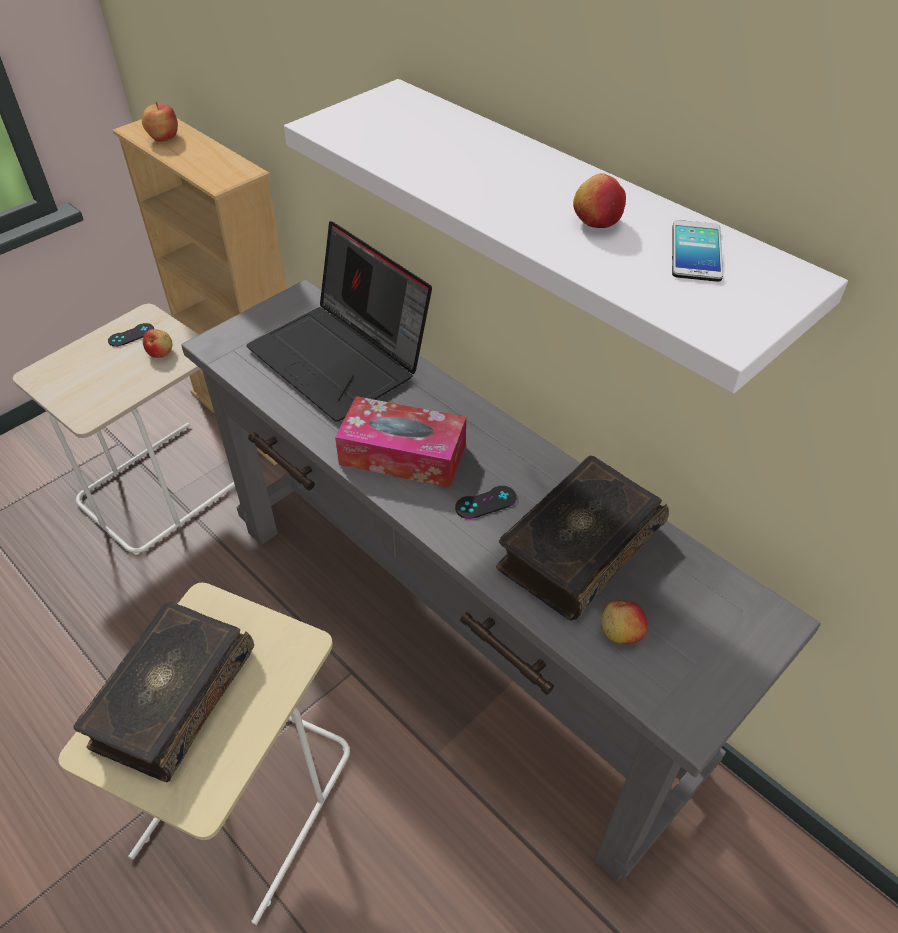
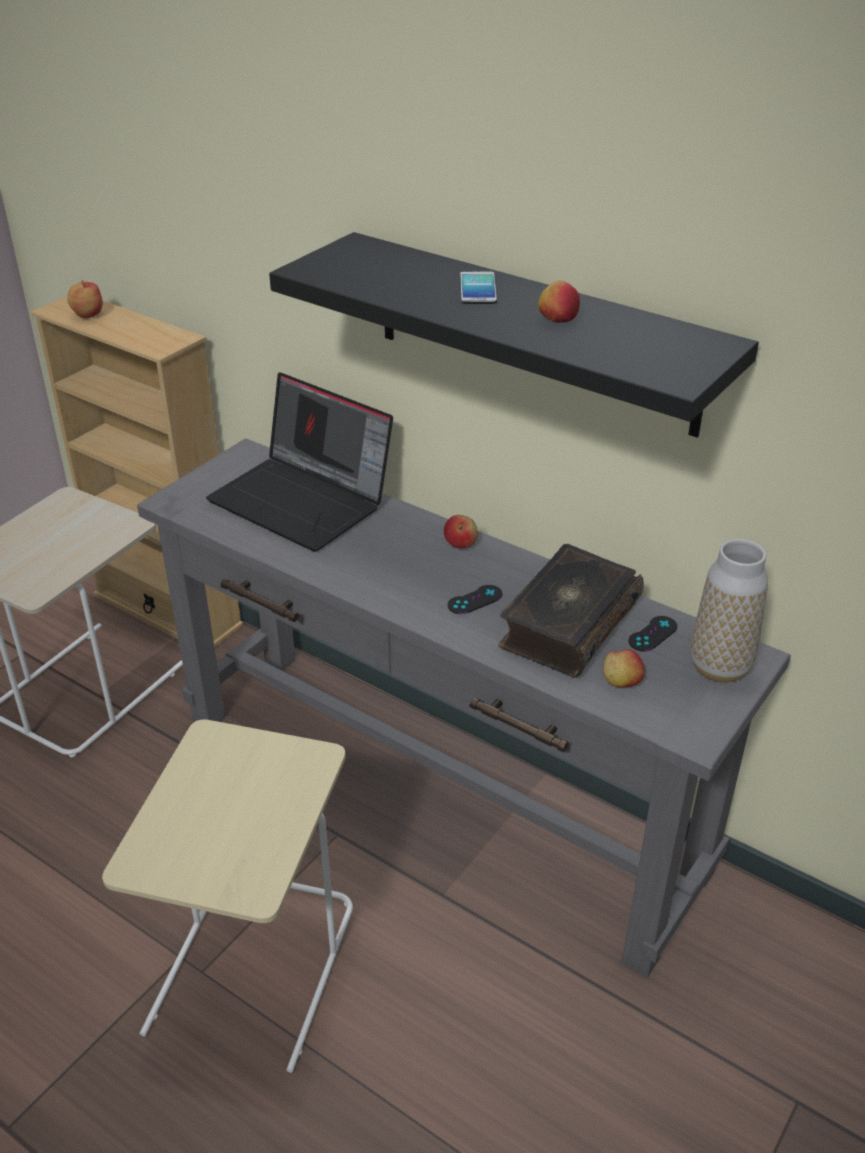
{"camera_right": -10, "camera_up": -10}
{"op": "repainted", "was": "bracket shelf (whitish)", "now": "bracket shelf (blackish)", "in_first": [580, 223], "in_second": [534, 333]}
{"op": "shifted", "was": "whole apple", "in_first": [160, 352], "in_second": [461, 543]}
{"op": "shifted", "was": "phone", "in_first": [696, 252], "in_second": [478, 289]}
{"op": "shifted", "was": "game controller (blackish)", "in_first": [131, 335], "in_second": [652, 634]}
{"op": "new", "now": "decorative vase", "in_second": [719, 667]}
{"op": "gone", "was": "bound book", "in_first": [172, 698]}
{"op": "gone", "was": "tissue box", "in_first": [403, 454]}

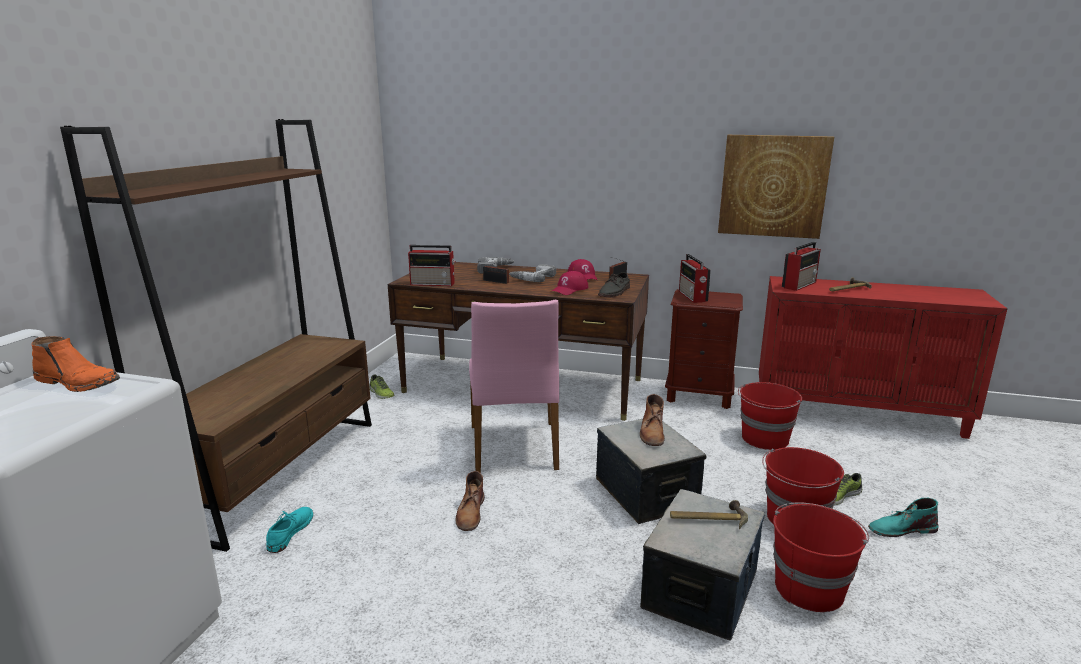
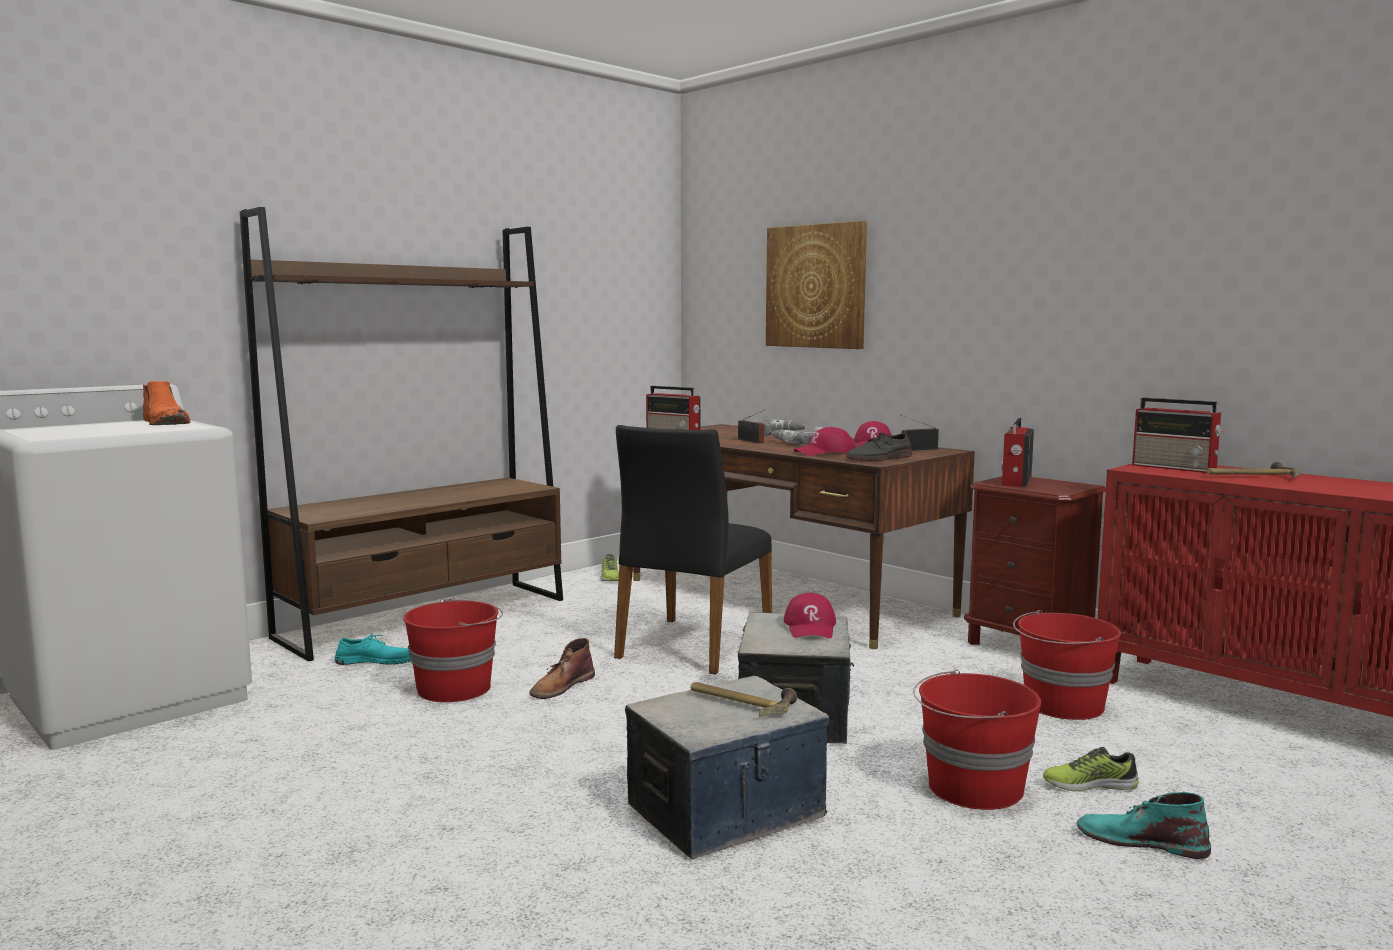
{"camera_right": 30, "camera_up": -10}
{"op": "rotated", "was": "shoe (turquoise)", "in_first": [290, 532], "in_second": [376, 661], "clockwise": 45}
{"op": "shifted", "was": "pail (red-coloured)", "in_first": [809, 587], "in_second": [456, 688]}
{"op": "repainted", "was": "plain chair (pinkish)", "now": "plain chair (blackish)", "in_first": [514, 447], "in_second": [692, 646]}
{"op": "shifted", "was": "picture", "in_first": [773, 186], "in_second": [816, 286]}
{"op": "swapped", "was": "high-top boot (brown)", "now": "baseball cap (red-coloured)", "in_first": [652, 432], "in_second": [811, 627]}
{"op": "rotated", "was": "radio receiver", "in_first": [800, 285], "in_second": [1176, 468], "clockwise": 60}

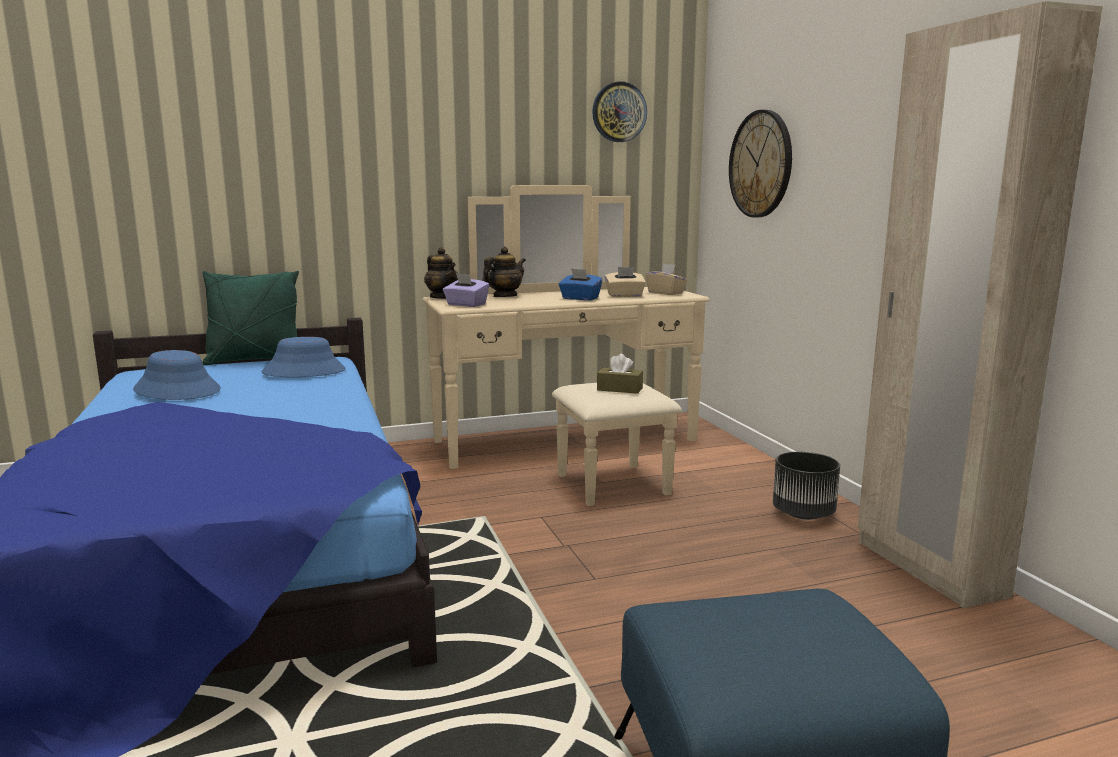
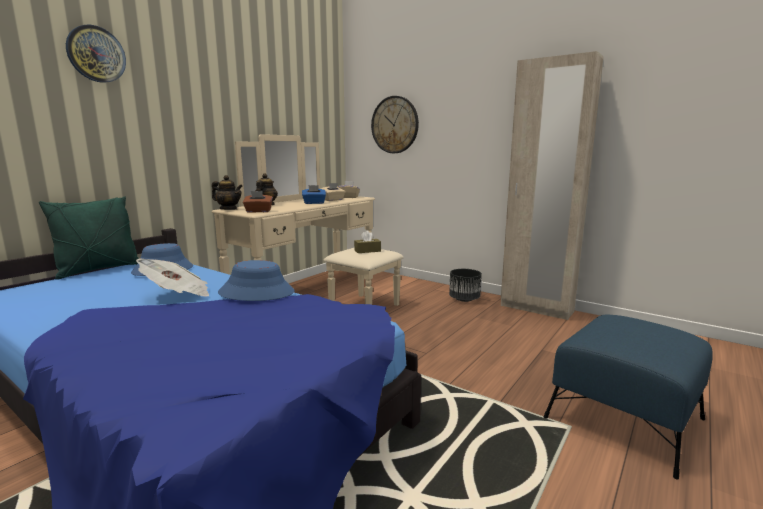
{"camera_right": -35, "camera_up": 0}
{"op": "shifted", "was": "wall clock", "in_first": [619, 112], "in_second": [96, 54]}
{"op": "new", "now": "newspaper", "in_second": [178, 294]}
{"op": "shifted", "was": "clothing hat (blue)", "in_first": [178, 390], "in_second": [257, 292]}
{"op": "repainted", "was": "tissue box (purplish)", "now": "tissue box (brown)", "in_first": [466, 305], "in_second": [258, 211]}

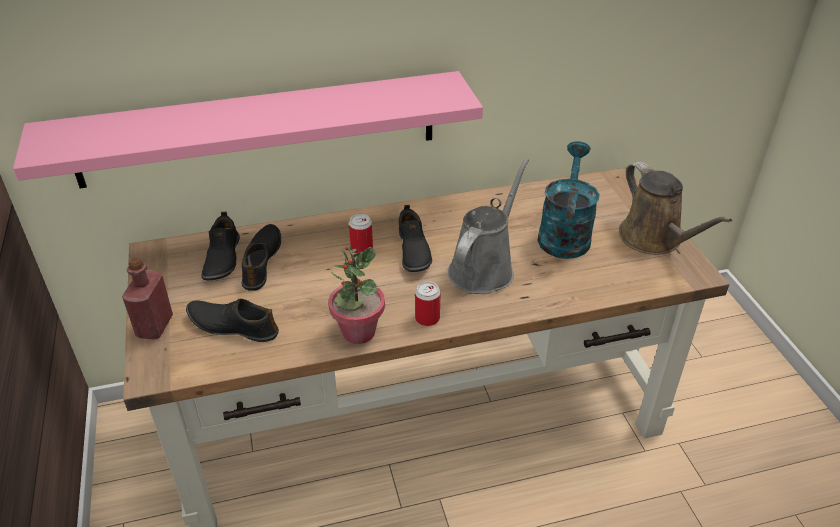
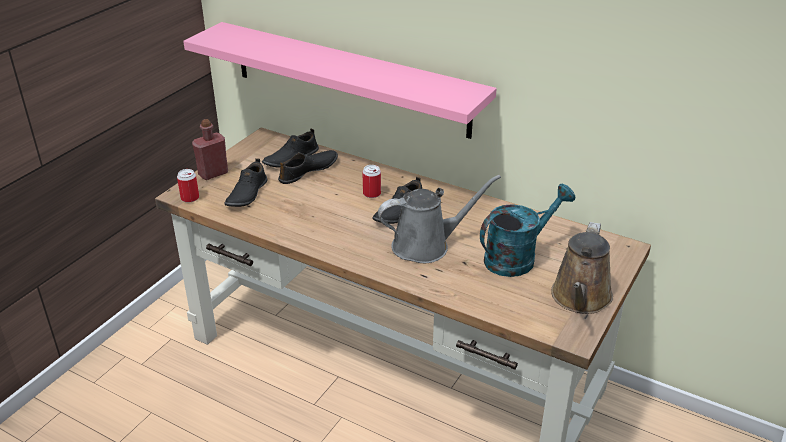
{"camera_right": 45, "camera_up": -5}
{"op": "shifted", "was": "sealed can", "in_first": [427, 318], "in_second": [190, 198]}
{"op": "rotated", "was": "shoe (blackish)", "in_first": [233, 325], "in_second": [246, 194], "clockwise": -135}
{"op": "gone", "was": "plant in a pot", "in_first": [358, 332]}

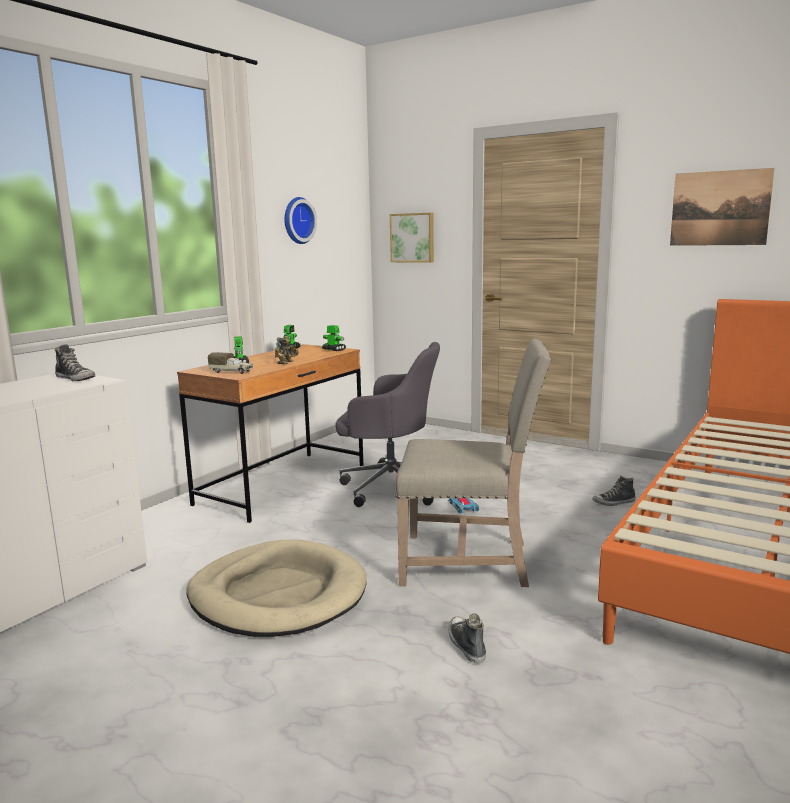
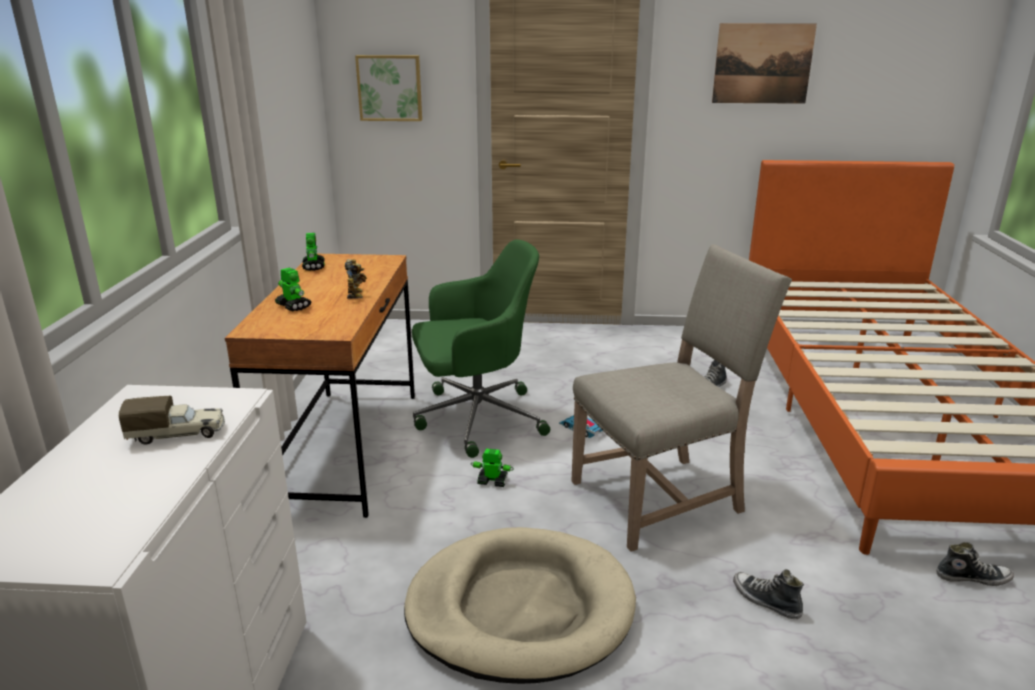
{"camera_right": -30, "camera_up": 10}
{"op": "shifted", "was": "toy truck", "in_first": [232, 372], "in_second": [178, 434]}
{"op": "repainted", "was": "office chair (greyish)", "now": "office chair (green-coloured)", "in_first": [390, 486], "in_second": [476, 419]}
{"op": "shifted", "was": "robot figure", "in_first": [333, 350], "in_second": [492, 481]}
{"op": "shifted", "was": "shoe", "in_first": [76, 379], "in_second": [972, 577]}
{"op": "gone", "was": "wall clock", "in_first": [297, 220]}

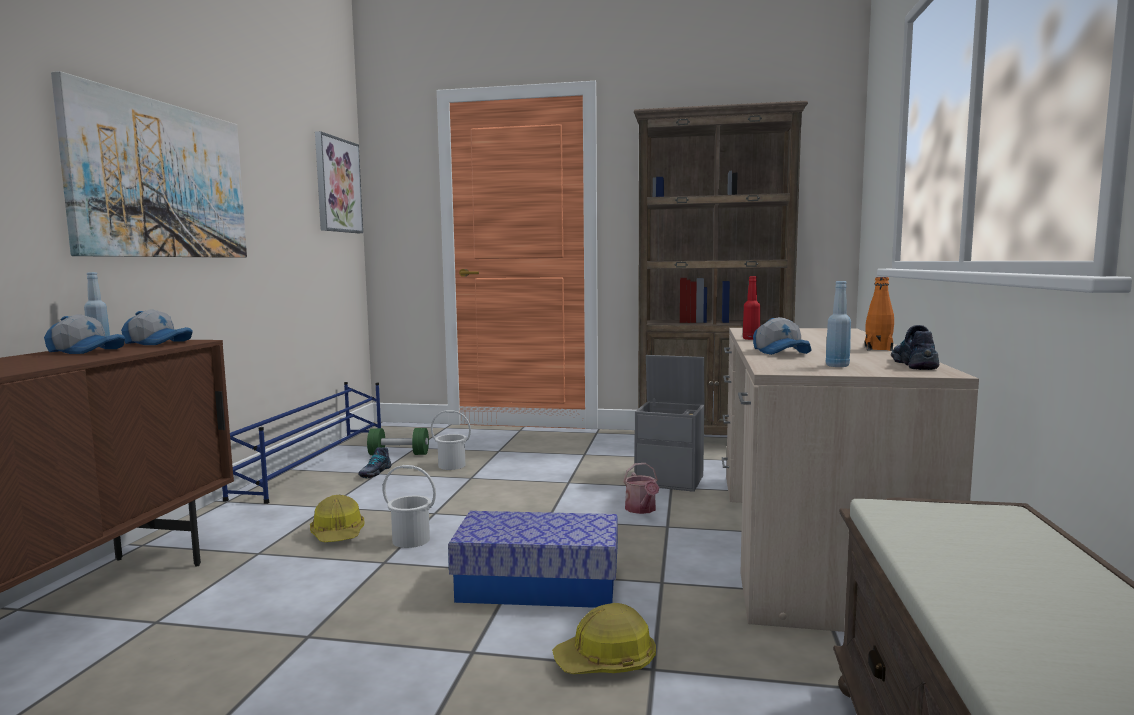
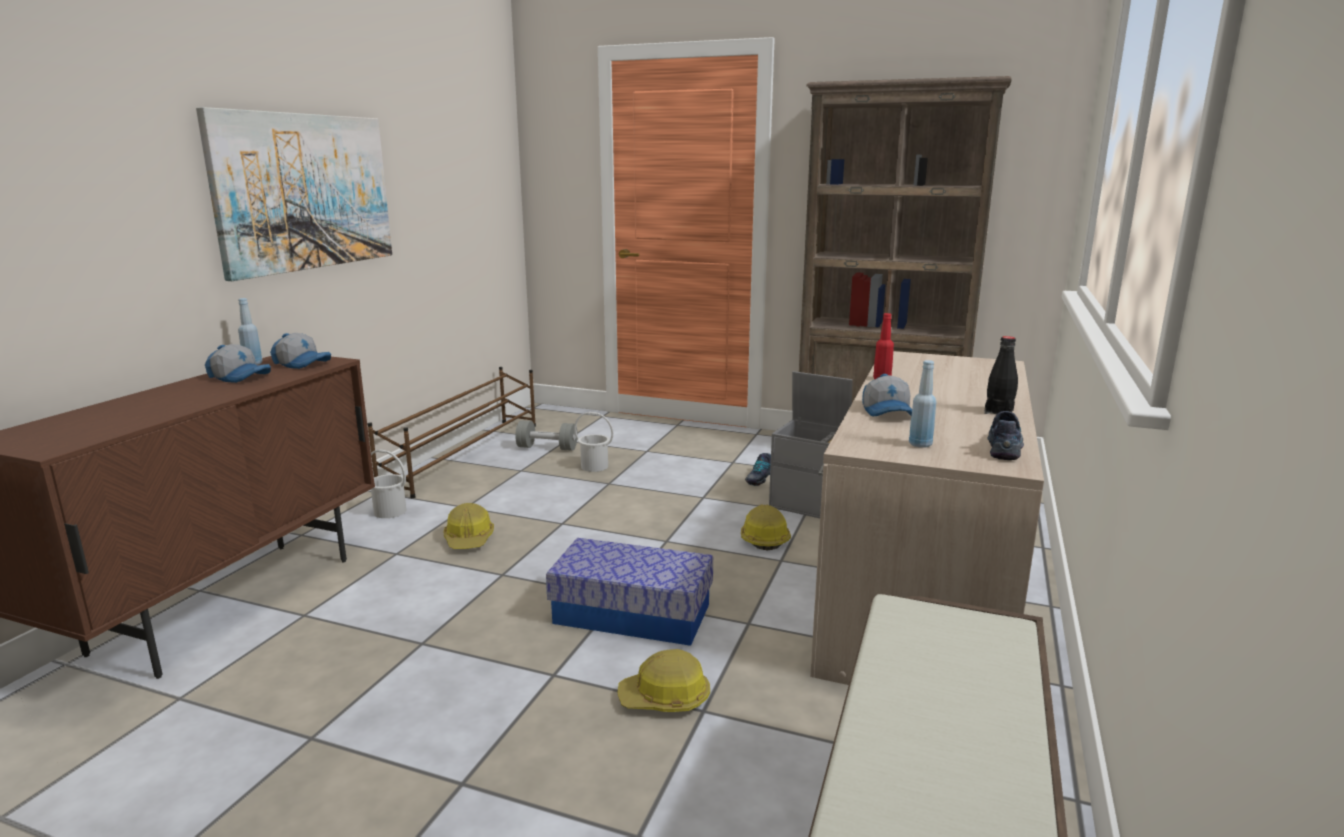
{"camera_right": 10, "camera_up": 10}
{"op": "repainted", "was": "shoe stand (blue)", "now": "shoe stand (brown)", "in_first": [315, 464], "in_second": [465, 455]}
{"op": "shifted", "was": "pail (whitish)", "in_first": [411, 540], "in_second": [390, 511]}
{"op": "repainted", "was": "hand weight (green-coloured)", "now": "hand weight (greyish)", "in_first": [399, 454], "in_second": [547, 448]}
{"op": "swapped", "was": "sprinkling can", "now": "hard hat", "in_first": [642, 510], "in_second": [764, 538]}
{"op": "shifted", "was": "shoe", "in_first": [374, 472], "in_second": [758, 478]}
{"op": "repainted", "was": "bottle (orange-coloured)", "now": "bottle (blackish)", "in_first": [878, 349], "in_second": [998, 412]}
{"op": "gone", "was": "picture", "in_first": [337, 185]}

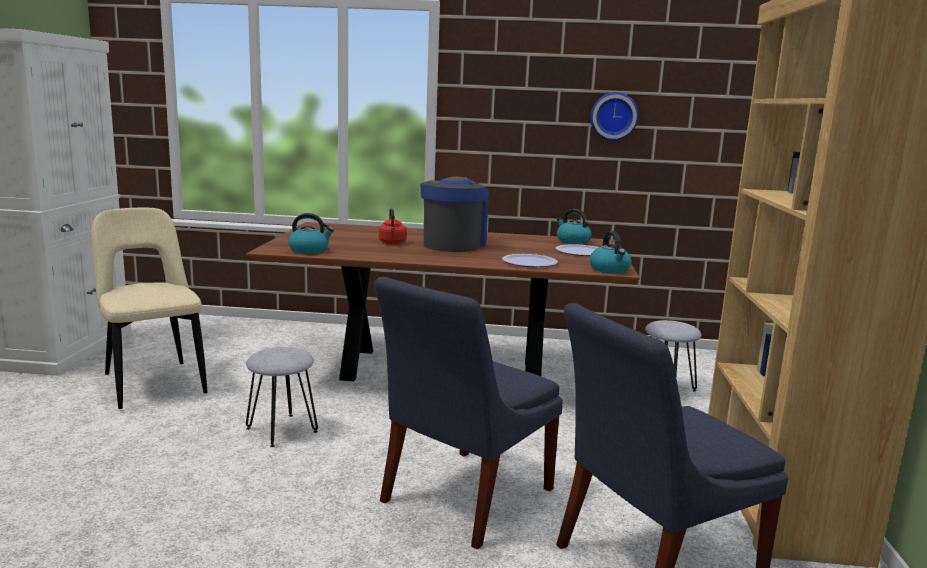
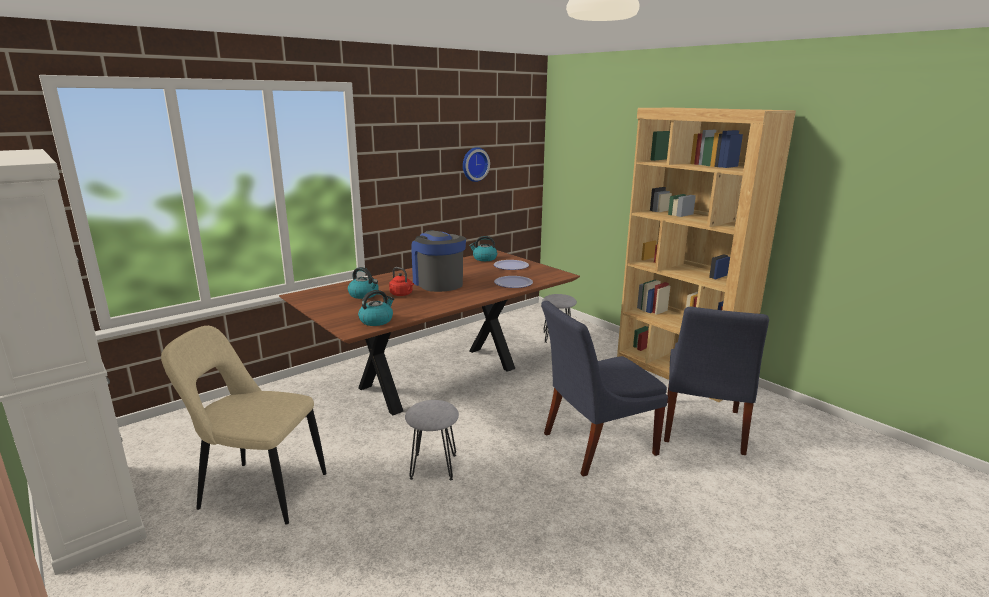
{"camera_right": -45, "camera_up": 5}
{"op": "shifted", "was": "kettle", "in_first": [610, 270], "in_second": [364, 295]}
{"op": "rotated", "was": "plain chair (blue)", "in_first": [462, 498], "in_second": [594, 444], "clockwise": 75}

